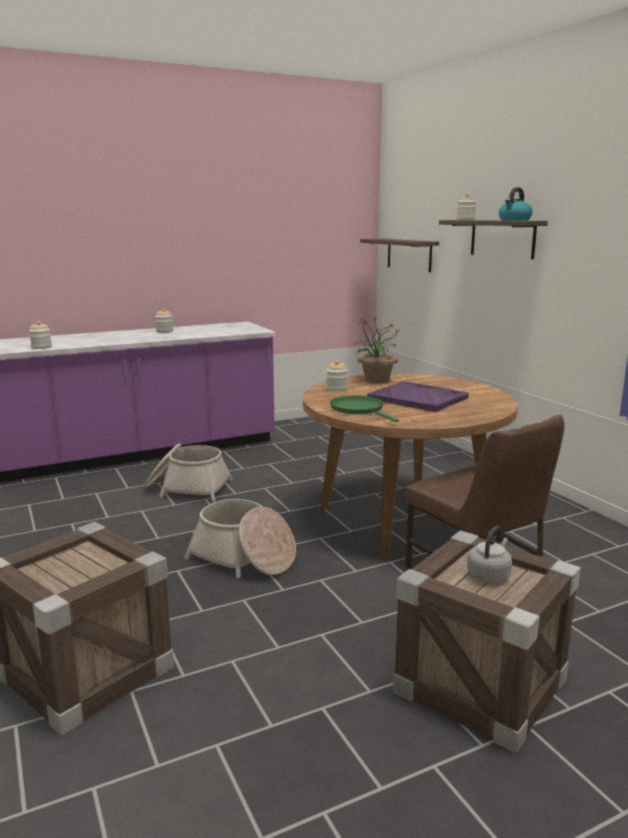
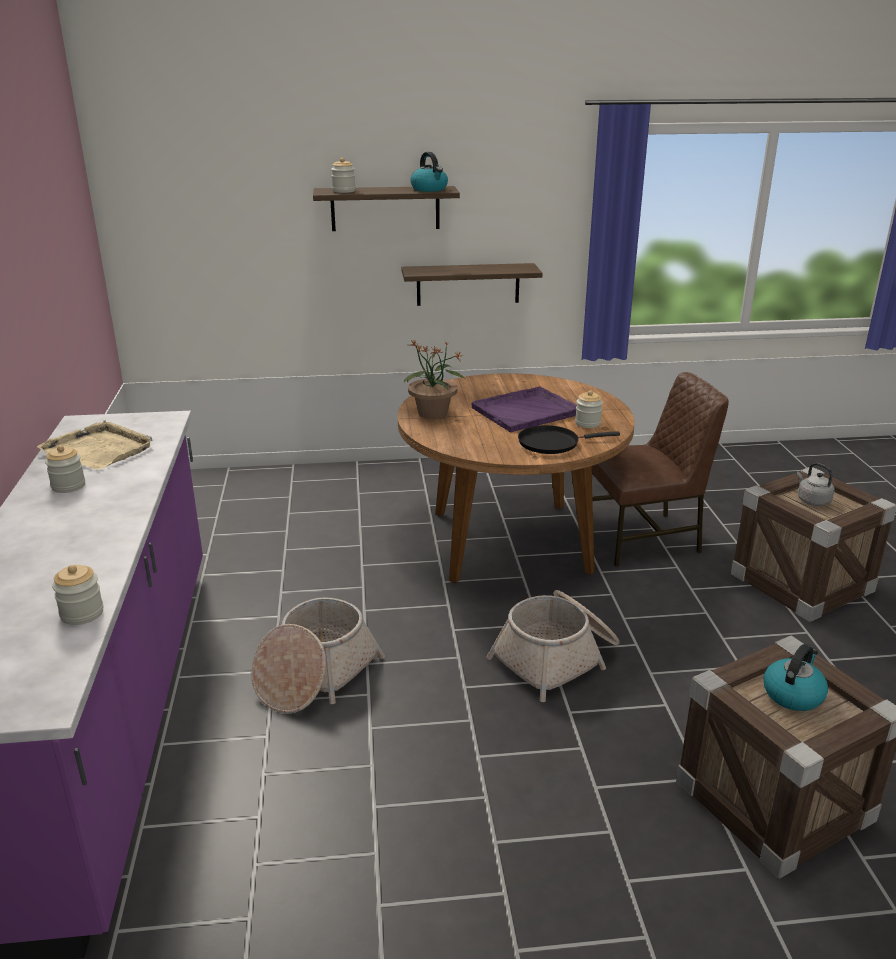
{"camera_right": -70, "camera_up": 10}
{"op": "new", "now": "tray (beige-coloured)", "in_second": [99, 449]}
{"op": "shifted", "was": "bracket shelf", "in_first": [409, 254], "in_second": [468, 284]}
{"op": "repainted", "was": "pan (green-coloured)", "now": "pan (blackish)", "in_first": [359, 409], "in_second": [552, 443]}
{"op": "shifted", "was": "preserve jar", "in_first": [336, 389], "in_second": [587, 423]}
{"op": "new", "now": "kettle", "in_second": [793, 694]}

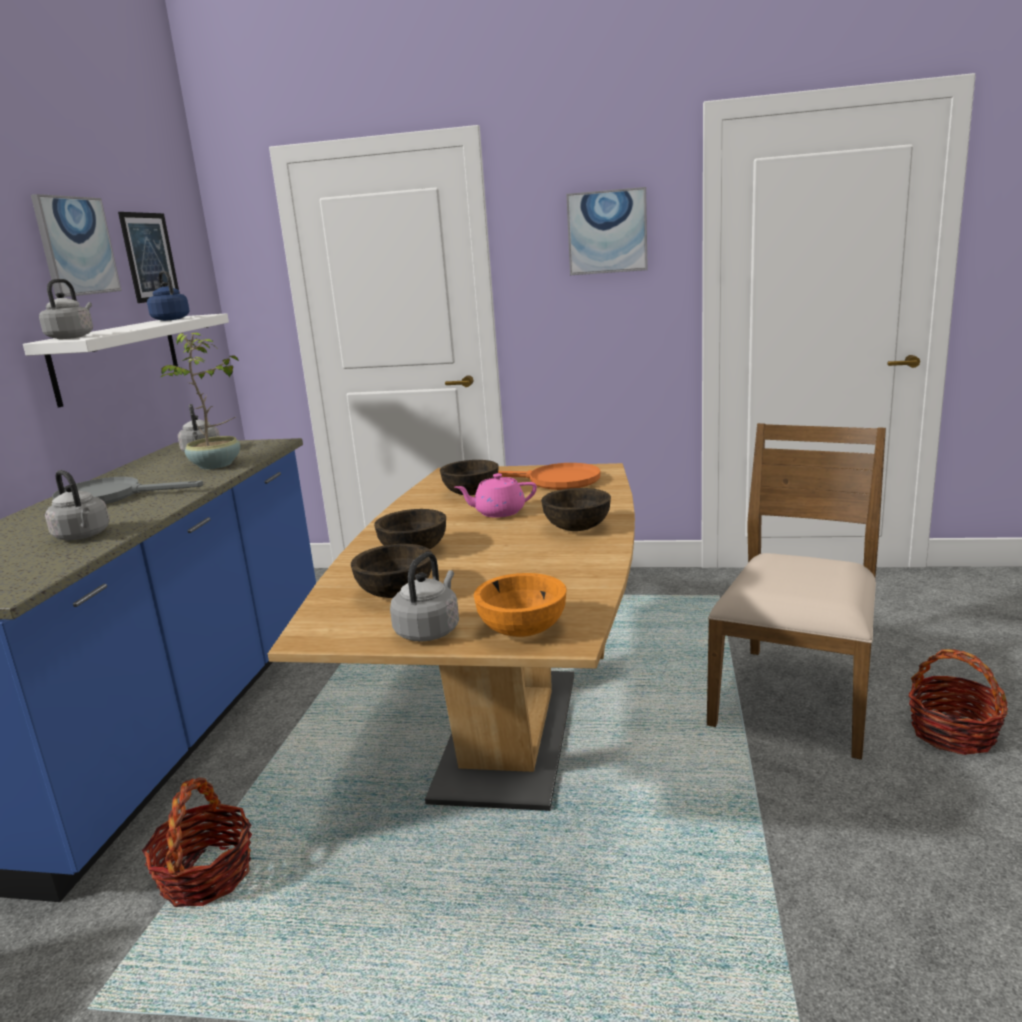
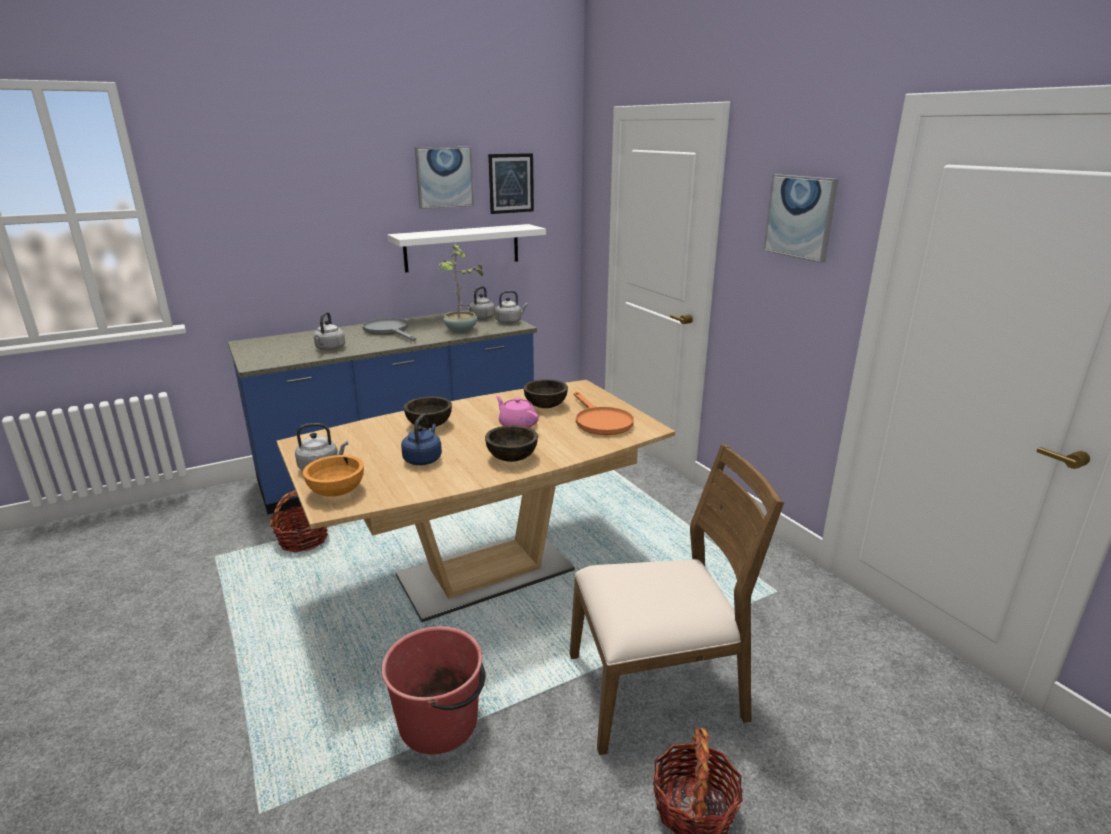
{"camera_right": 50, "camera_up": 5}
{"op": "new", "now": "pail (red-coloured)", "in_second": [440, 722]}
{"op": "shifted", "was": "kettle (blue)", "in_first": [170, 319], "in_second": [423, 459]}
{"op": "shifted", "was": "kettle (greyish)", "in_first": [72, 337], "in_second": [510, 322]}
{"op": "gone", "was": "bowl (brown)", "in_first": [395, 592]}

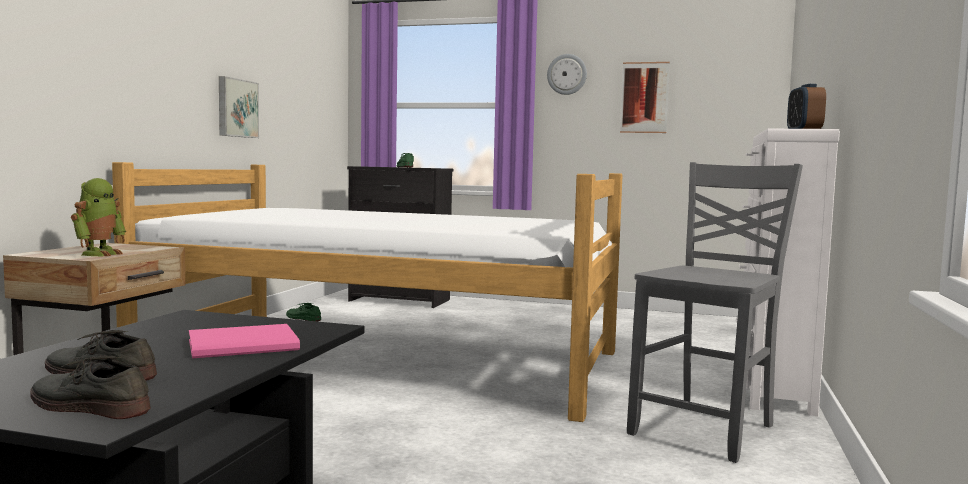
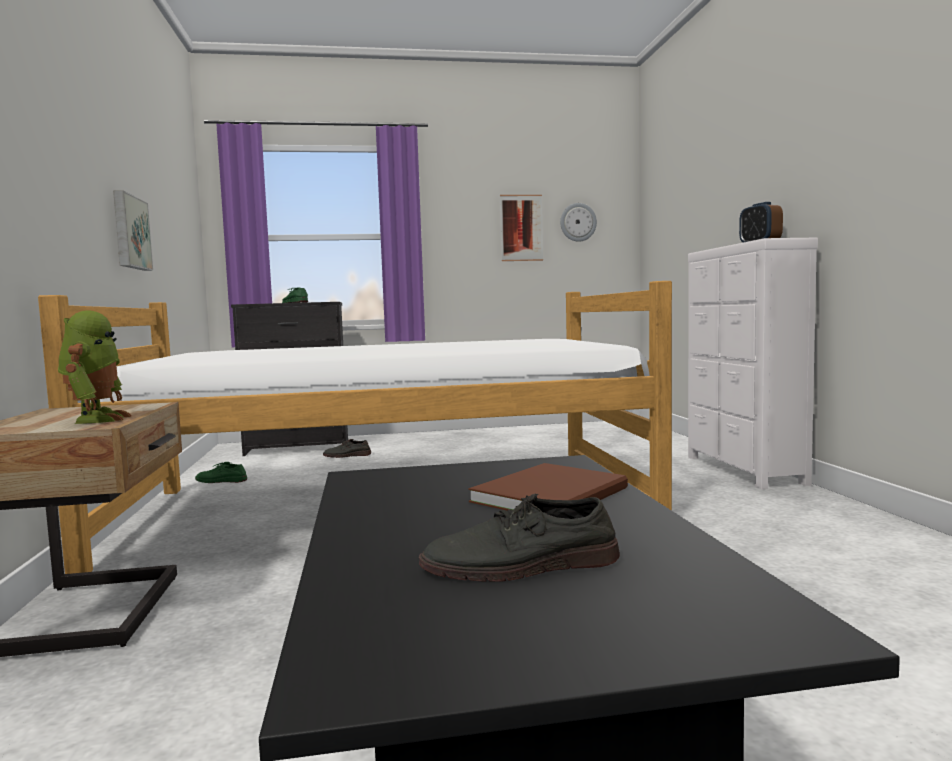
{"camera_right": -25, "camera_up": 0}
{"op": "shifted", "was": "shoe (greyish)", "in_first": [87, 406], "in_second": [347, 455]}
{"op": "repainted", "was": "bound book (pinkish)", "now": "bound book (brown)", "in_first": [246, 345], "in_second": [555, 494]}
{"op": "shifted", "was": "wall clock", "in_first": [567, 74], "in_second": [578, 222]}
{"op": "gone", "was": "plain chair (greyish)", "in_first": [707, 430]}

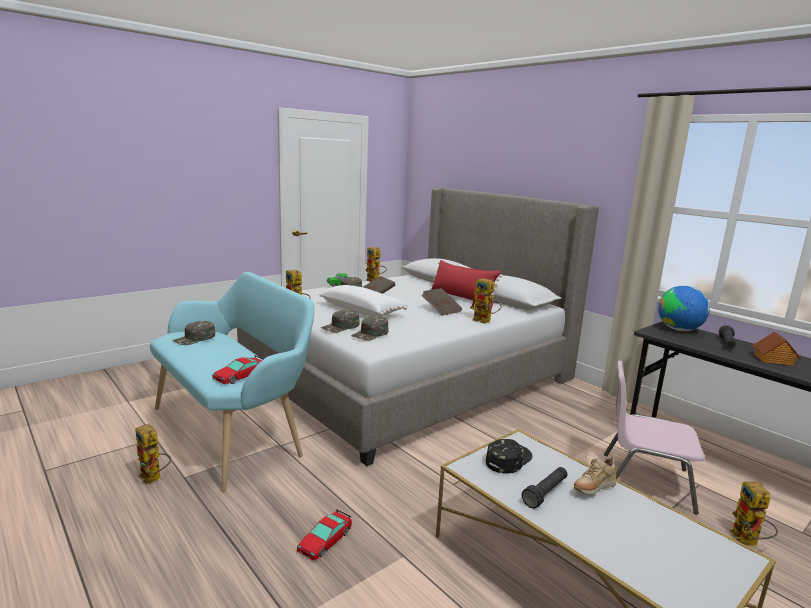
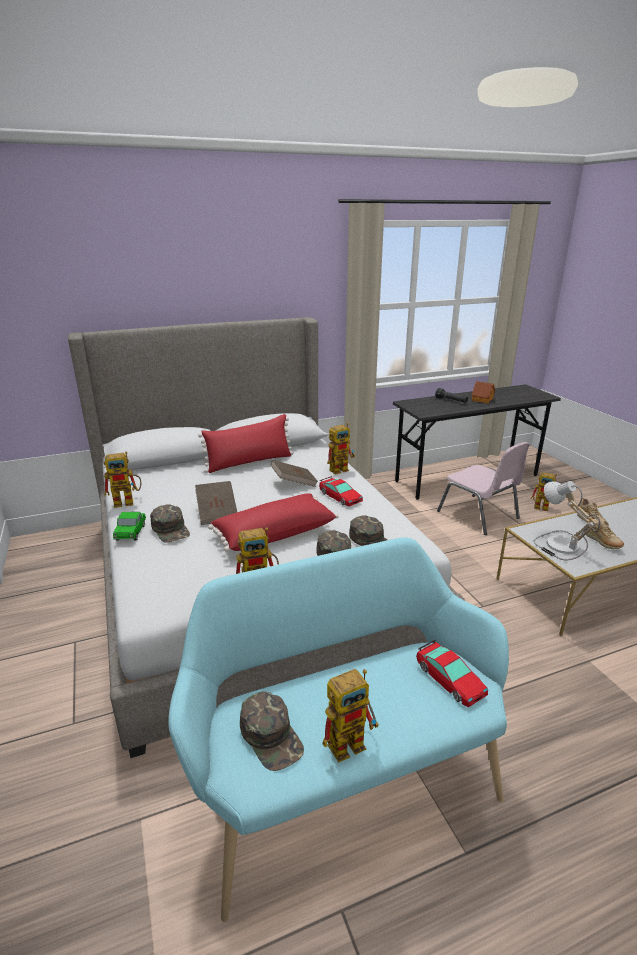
{"camera_right": -70, "camera_up": 10}
{"op": "repainted", "was": "throw pillow (whitish)", "now": "throw pillow (red-coloured)", "in_first": [362, 311], "in_second": [274, 533]}
{"op": "shifted", "was": "model car", "in_first": [325, 540], "in_second": [340, 497]}
{"op": "shifted", "was": "robot figure", "in_first": [154, 478], "in_second": [351, 740]}
{"op": "rotated", "was": "plain chair (pinkish)", "in_first": [644, 480], "in_second": [479, 515], "clockwise": -75}
{"op": "swapped", "was": "baseball cap (blackish)", "now": "table lamp", "in_first": [508, 460], "in_second": [558, 545]}
{"op": "swapped", "was": "hand torch (blackish)", "now": "shoe (beige-coloured)", "in_first": [545, 493], "in_second": [602, 542]}
{"op": "gone", "was": "globe", "in_first": [679, 330]}

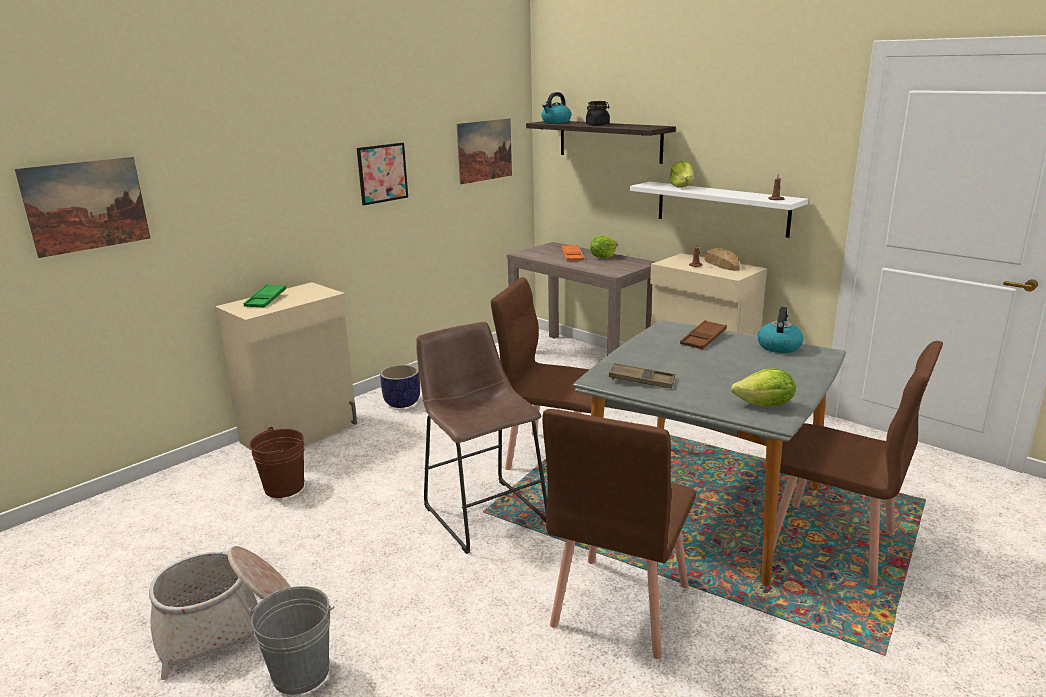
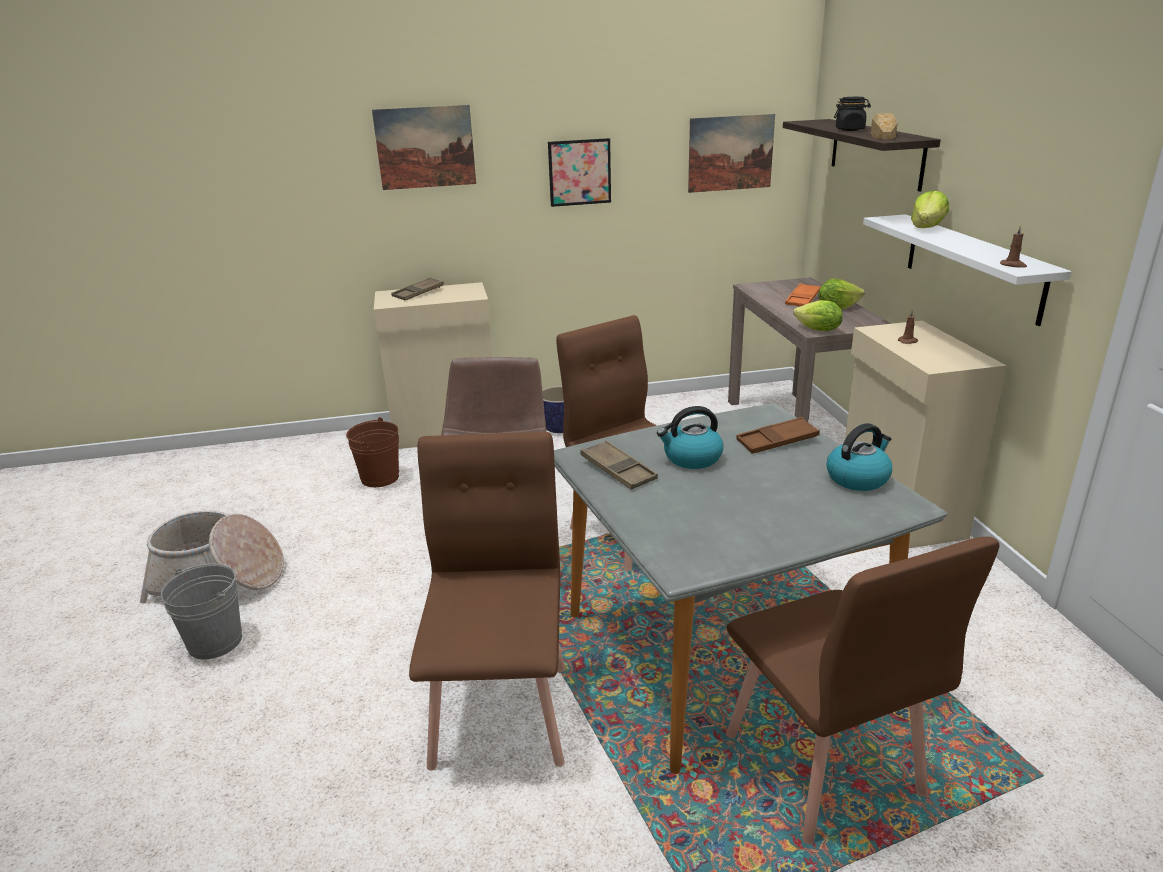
{"camera_right": 35, "camera_up": 5}
{"op": "shifted", "was": "picture", "in_first": [86, 205], "in_second": [425, 147]}
{"op": "repainted", "was": "tray (green-coloured)", "now": "tray (brown)", "in_first": [266, 300], "in_second": [418, 293]}
{"op": "rotated", "was": "plain chair (brown)", "in_first": [619, 605], "in_second": [502, 713], "clockwise": 120}
{"op": "shifted", "was": "kettle", "in_first": [556, 122], "in_second": [691, 458]}
{"op": "shifted", "was": "head of lettuce", "in_first": [765, 405], "in_second": [818, 330]}
{"op": "shifted", "was": "bread", "in_first": [721, 264], "in_second": [883, 135]}

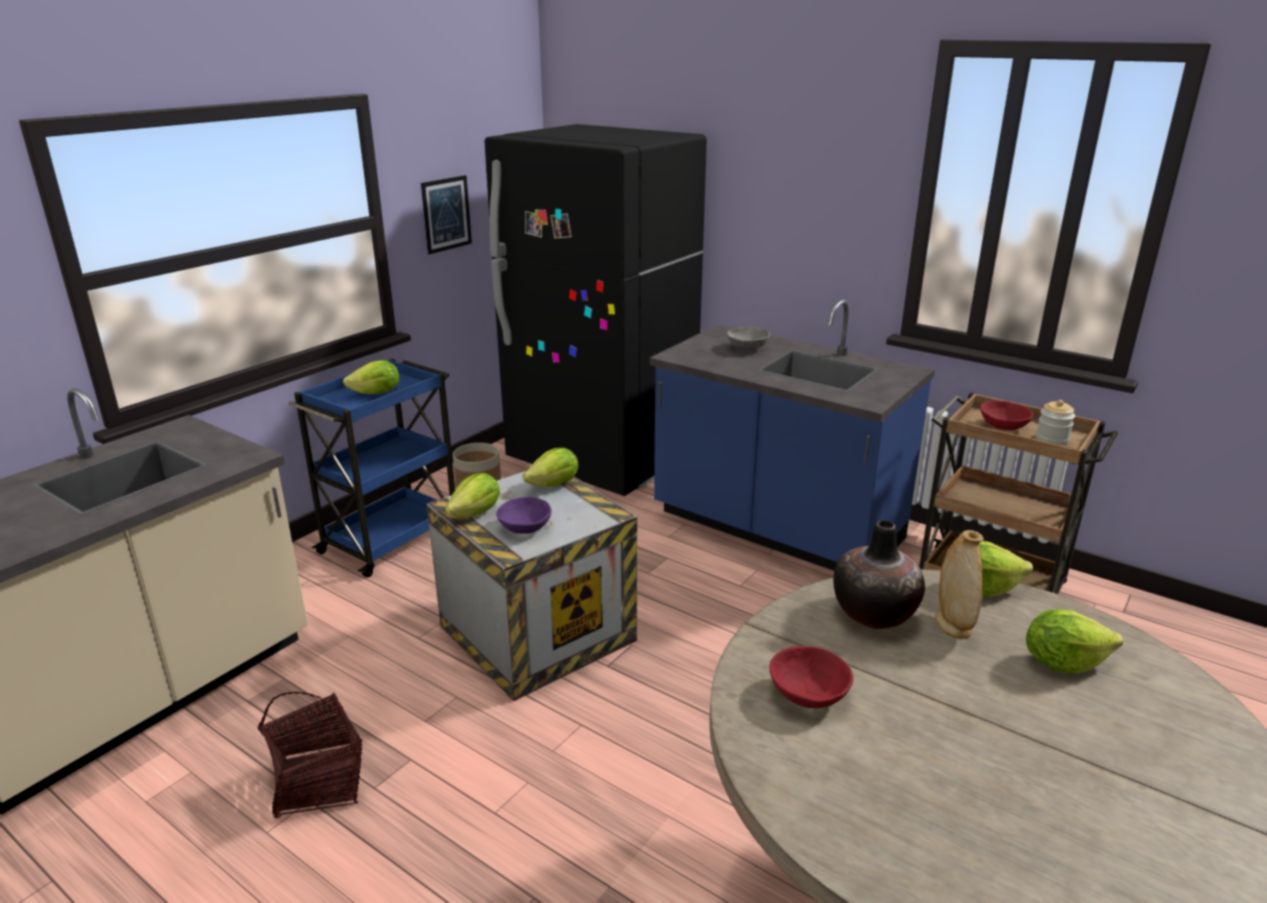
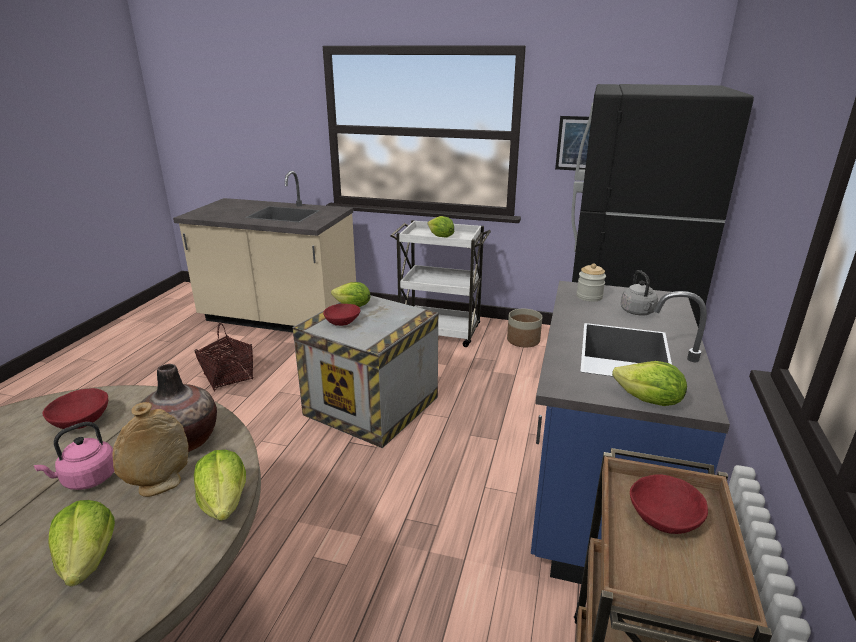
{"camera_right": 70, "camera_up": 0}
{"op": "new", "now": "kettle (pinkish)", "in_second": [87, 479]}
{"op": "repainted", "was": "bowl (purplish)", "now": "bowl (red-coloured)", "in_first": [525, 527], "in_second": [343, 322]}
{"op": "repainted", "was": "trolley (blue)", "now": "trolley (whitish)", "in_first": [392, 538], "in_second": [440, 332]}
{"op": "shifted", "was": "preserve jar", "in_first": [1051, 439], "in_second": [589, 296]}
{"op": "shifted", "was": "head of lettuce", "in_first": [554, 485], "in_second": [649, 401]}
{"op": "swapped", "was": "bowl (greyish)", "now": "kettle (greyish)", "in_first": [748, 348], "in_second": [638, 312]}

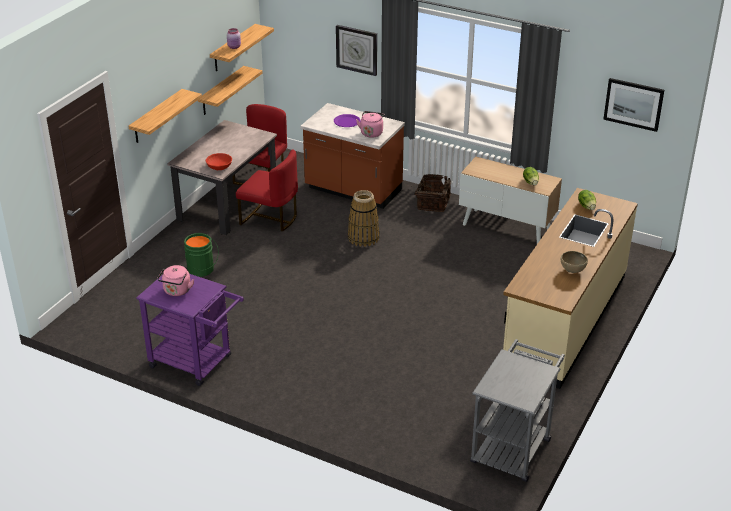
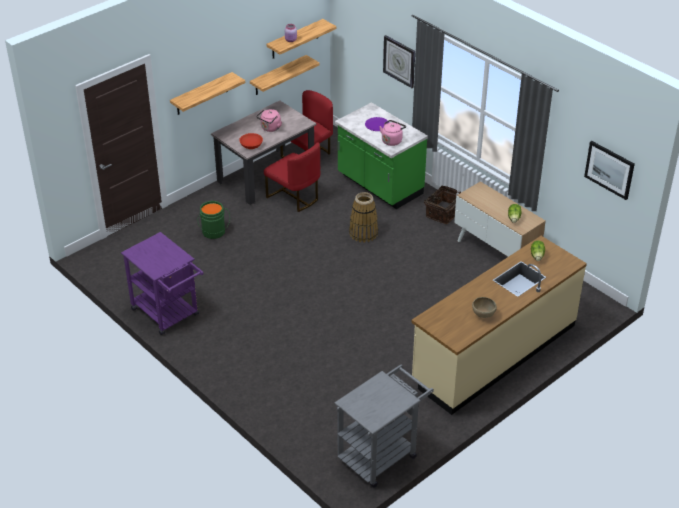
{"camera_right": 20, "camera_up": 5}
{"op": "shifted", "was": "kettle (pinkish)", "in_first": [177, 291], "in_second": [270, 128]}
{"op": "repainted", "was": "counter (brown)", "now": "counter (green-coloured)", "in_first": [353, 190], "in_second": [379, 185]}

